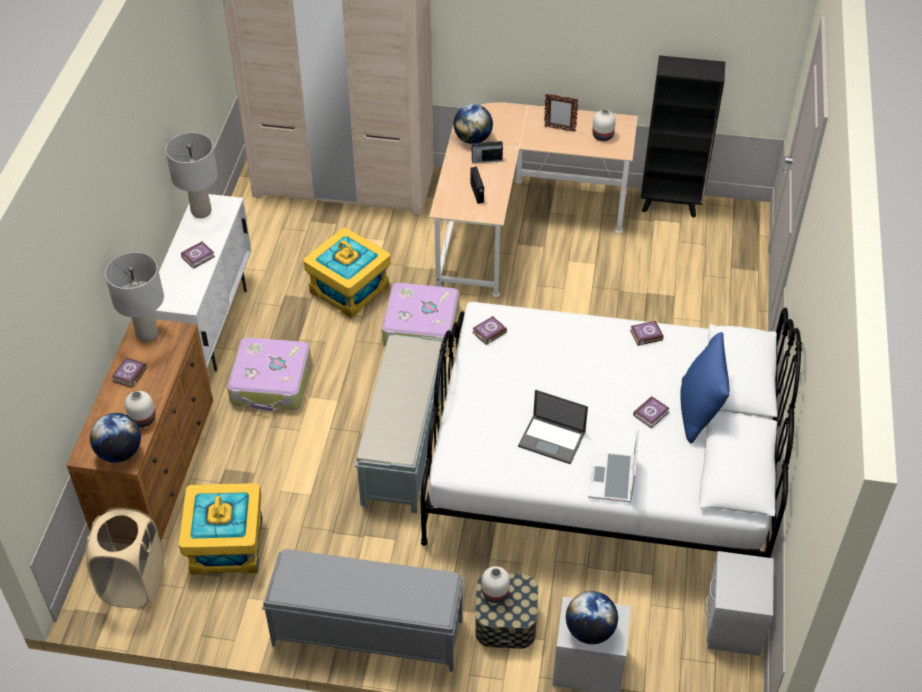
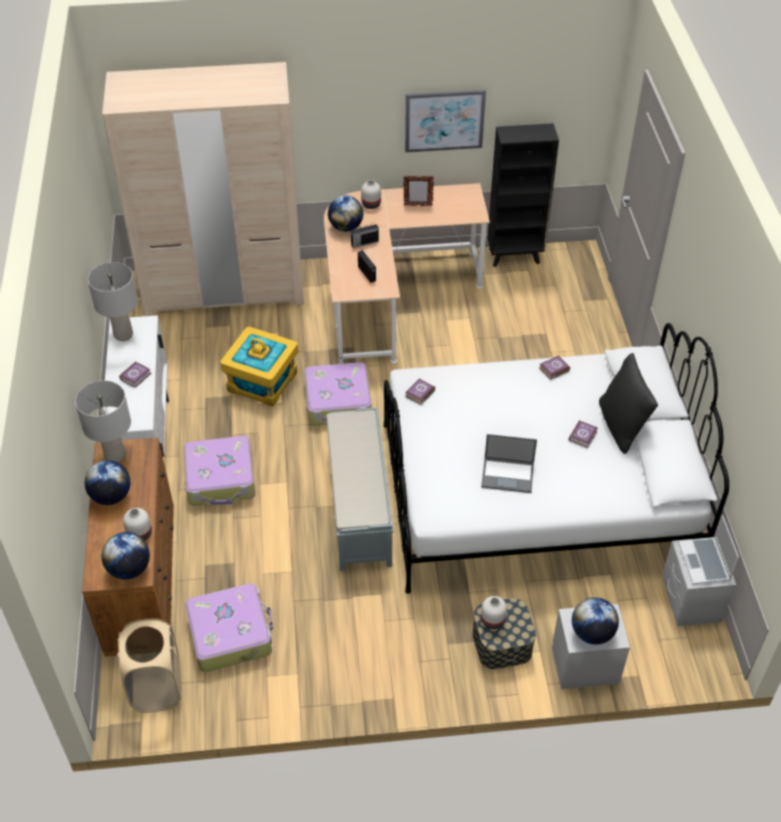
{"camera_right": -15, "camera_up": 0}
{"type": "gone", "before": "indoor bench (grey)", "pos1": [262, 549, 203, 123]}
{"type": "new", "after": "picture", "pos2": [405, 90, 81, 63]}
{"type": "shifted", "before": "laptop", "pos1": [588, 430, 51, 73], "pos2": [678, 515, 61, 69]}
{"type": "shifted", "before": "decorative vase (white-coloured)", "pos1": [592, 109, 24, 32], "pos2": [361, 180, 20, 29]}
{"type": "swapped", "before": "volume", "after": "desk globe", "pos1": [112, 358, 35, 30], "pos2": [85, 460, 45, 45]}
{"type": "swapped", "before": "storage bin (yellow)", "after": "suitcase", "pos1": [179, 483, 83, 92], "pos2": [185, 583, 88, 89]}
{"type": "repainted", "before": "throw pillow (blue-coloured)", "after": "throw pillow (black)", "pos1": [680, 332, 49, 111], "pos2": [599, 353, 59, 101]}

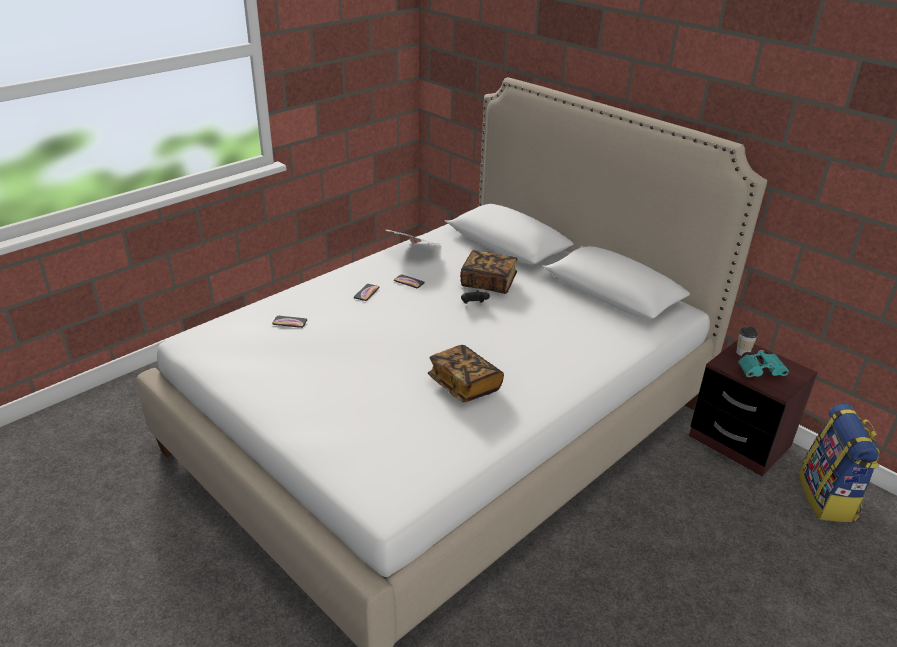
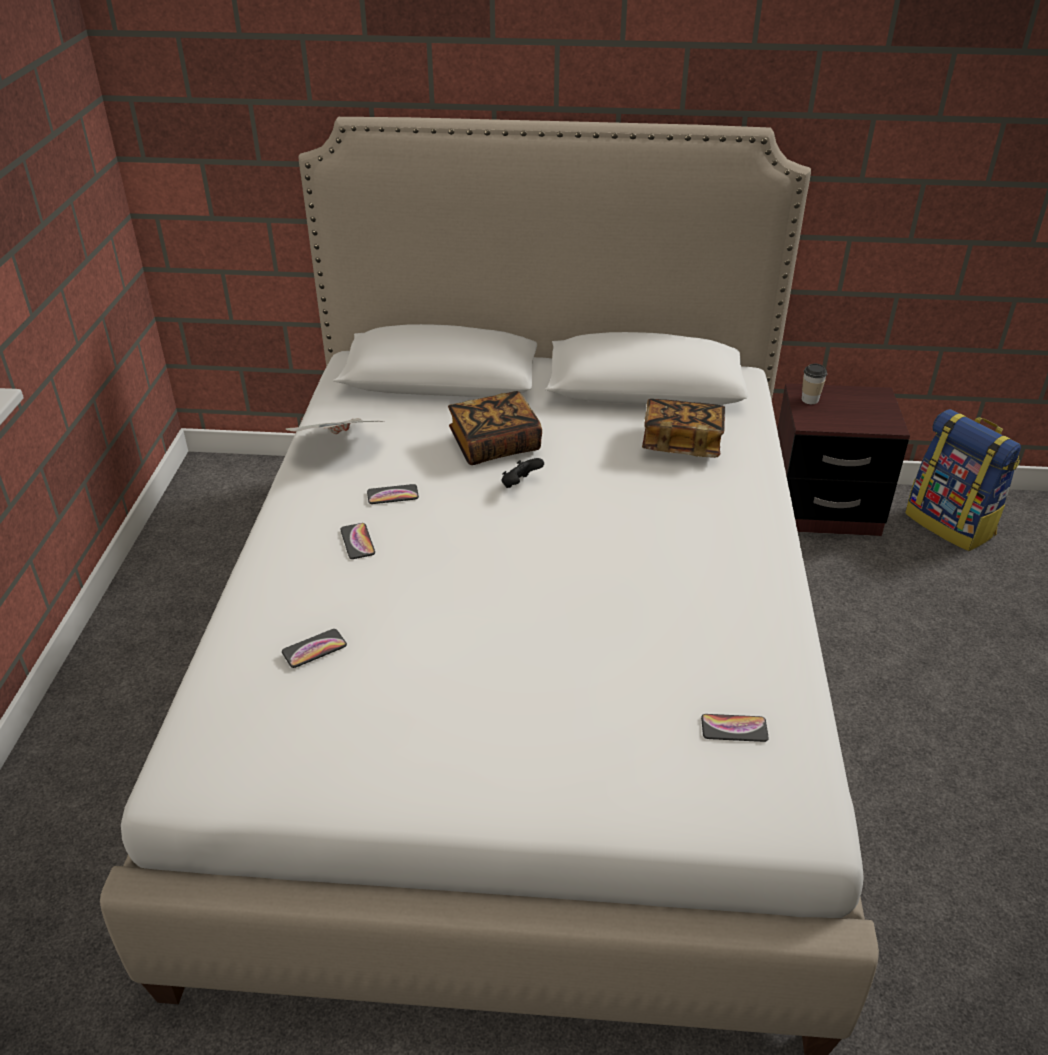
{"camera_right": -40, "camera_up": 5}
{"type": "gone", "before": "field glasses (blue-green)", "pos1": [738, 350, 51, 27]}
{"type": "new", "after": "telephone", "pos2": [701, 714, 68, 28]}
{"type": "shifted", "before": "volume", "pos1": [428, 345, 76, 57], "pos2": [642, 399, 83, 59]}

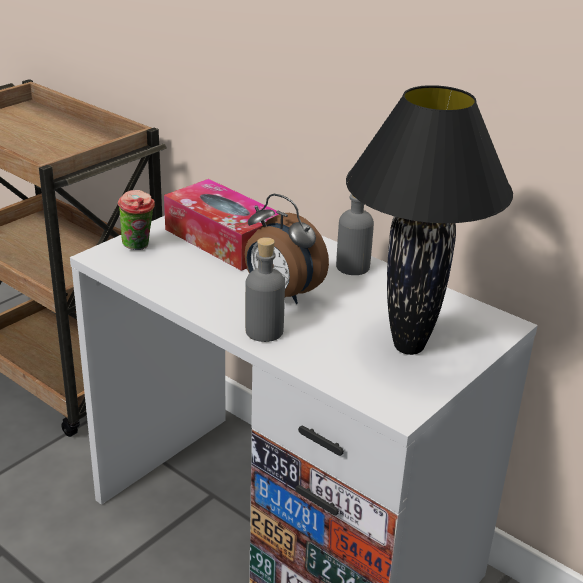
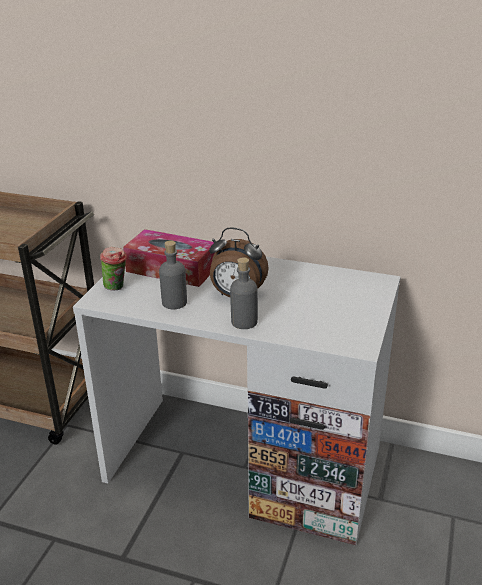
{"camera_right": -20, "camera_up": 0}
{"type": "gone", "before": "table lamp (black)", "pos1": [346, 85, 167, 270]}
{"type": "shifted", "before": "beverage bottle (grey)", "pos1": [336, 194, 38, 81], "pos2": [159, 240, 28, 69]}

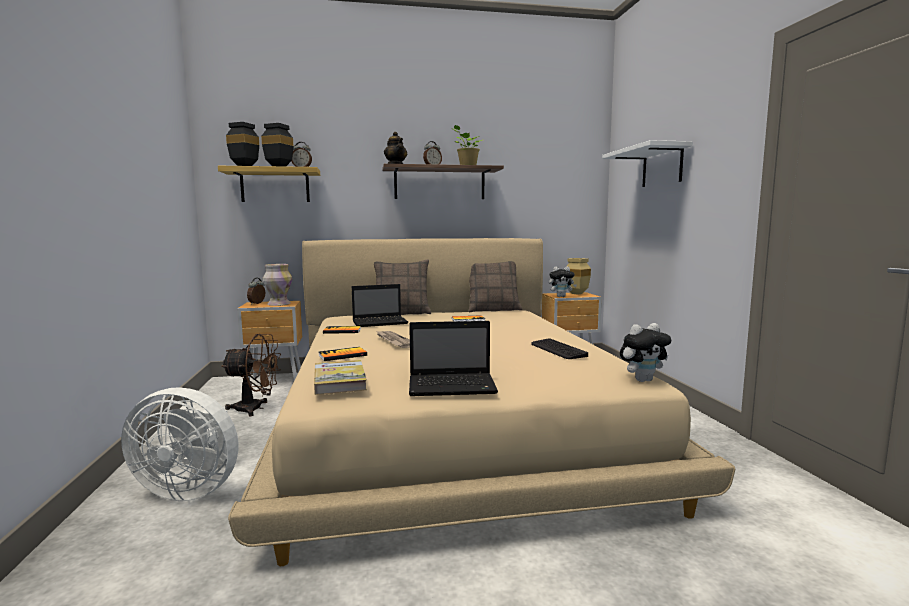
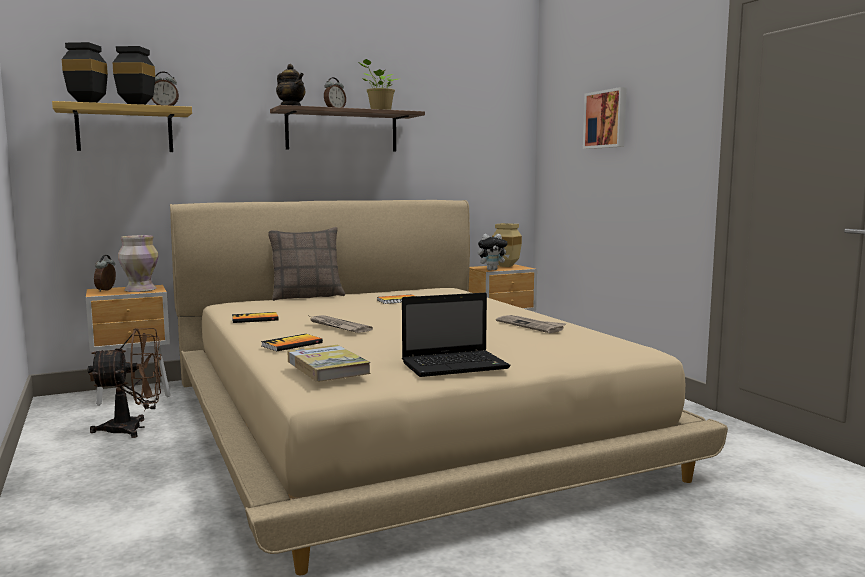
{"camera_right": -15, "camera_up": 0}
{"type": "gone", "before": "electric fan (white-coloured)", "pos1": [121, 387, 117, 114]}
{"type": "gone", "before": "laptop", "pos1": [352, 284, 56, 43]}
{"type": "gone", "before": "throw pillow", "pos1": [468, 261, 54, 52]}
{"type": "gone", "before": "plush toy", "pos1": [620, 323, 51, 59]}
{"type": "swapped", "before": "keyboard", "after": "newspaper", "pos1": [531, 338, 57, 21], "pos2": [496, 315, 71, 18]}
{"type": "swapped", "before": "bracket shelf (white-coloured)", "after": "picture", "pos1": [602, 140, 91, 47], "pos2": [583, 87, 44, 62]}

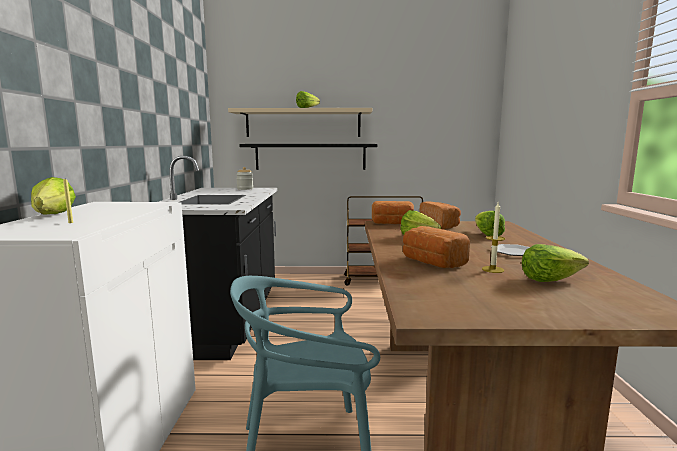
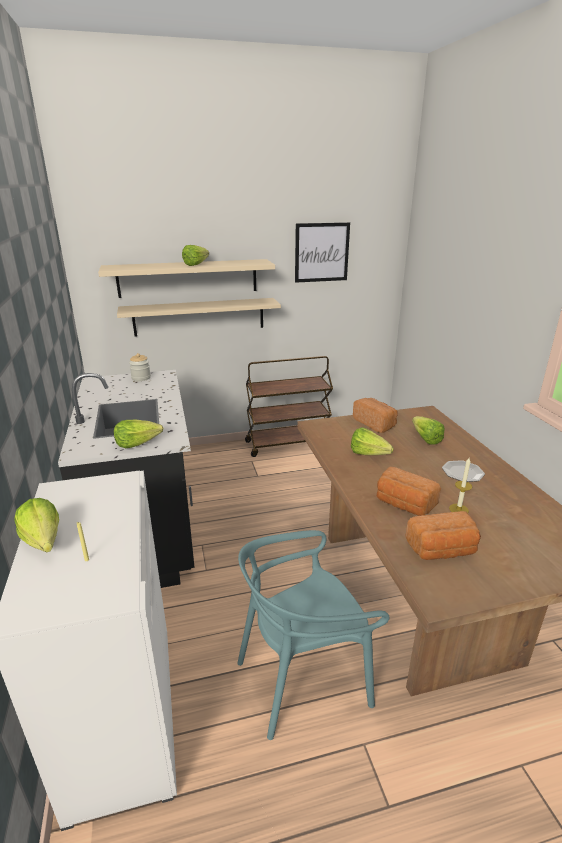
{"camera_right": -15, "camera_up": 15}
{"type": "new", "after": "picture", "pos2": [295, 222, 55, 61]}
{"type": "shifted", "before": "bread", "pos1": [372, 201, 42, 23], "pos2": [405, 511, 76, 49]}
{"type": "shifted", "before": "lettuce", "pos1": [522, 244, 67, 38], "pos2": [114, 420, 49, 28]}
{"type": "repainted", "before": "bracket shelf (black)", "after": "bracket shelf (beige-coloured)", "pos1": [239, 144, 138, 26], "pos2": [117, 298, 164, 39]}

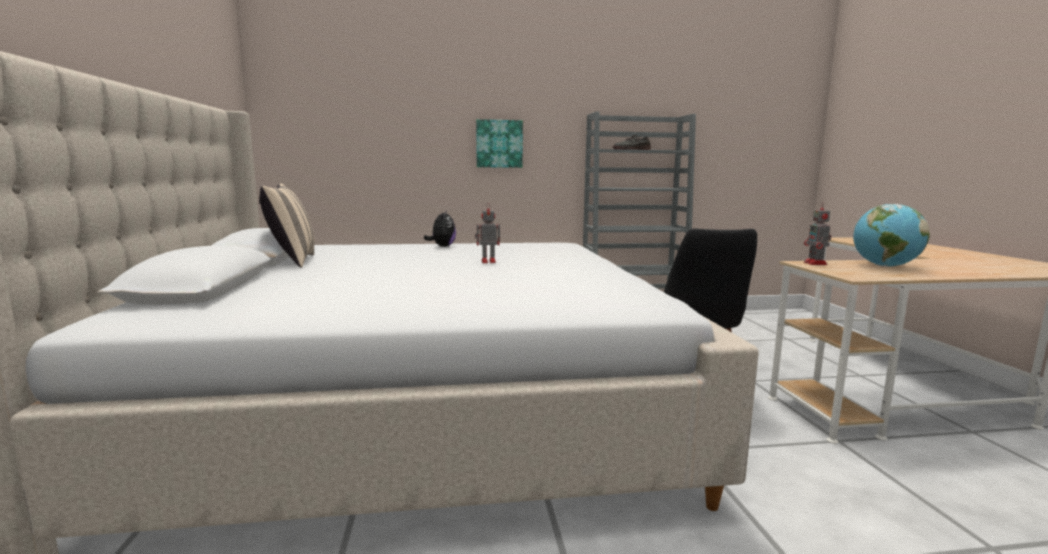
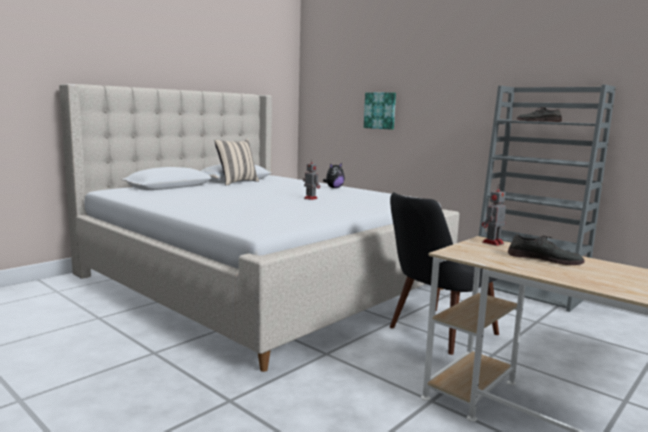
{"camera_right": 50, "camera_up": 0}
{"type": "shifted", "before": "picture", "pos1": [476, 119, 47, 49], "pos2": [364, 93, 32, 37]}
{"type": "swapped", "before": "desk globe", "after": "low shoe (grey)", "pos1": [853, 204, 77, 63], "pos2": [508, 234, 77, 31]}

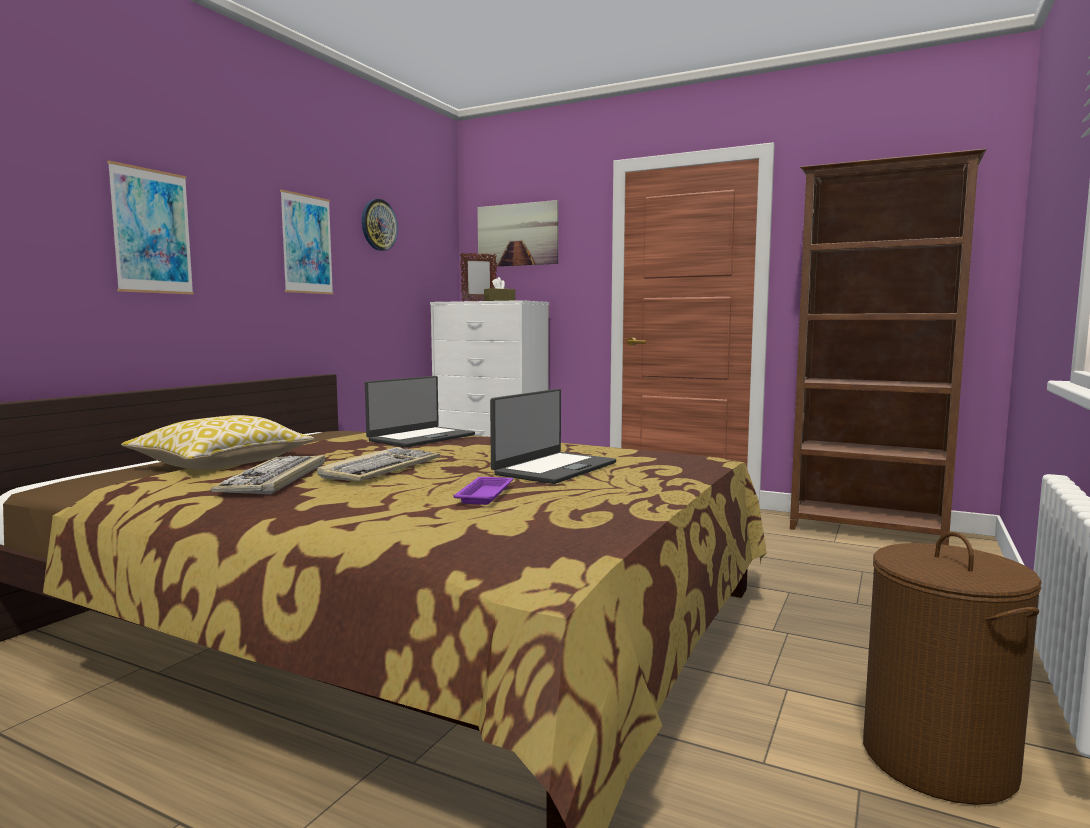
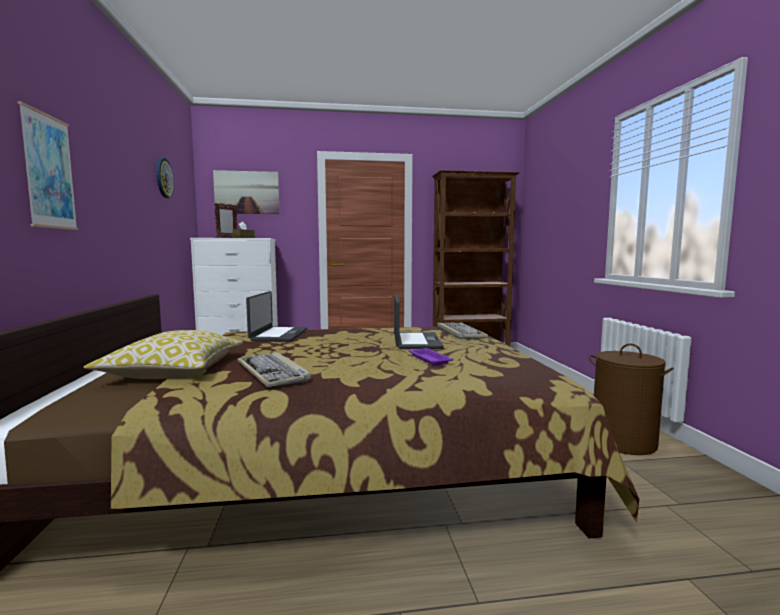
{"camera_right": -35, "camera_up": 0}
{"type": "gone", "before": "picture", "pos1": [280, 190, 54, 104]}
{"type": "shifted", "before": "keyboard", "pos1": [317, 447, 123, 34], "pos2": [437, 322, 51, 17]}

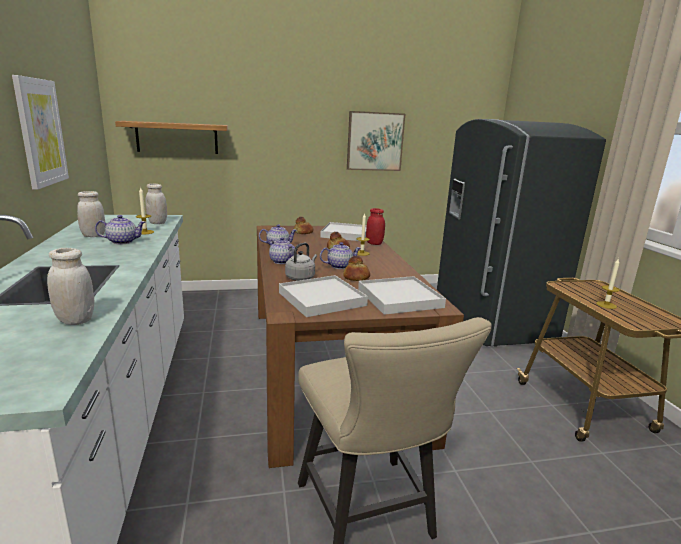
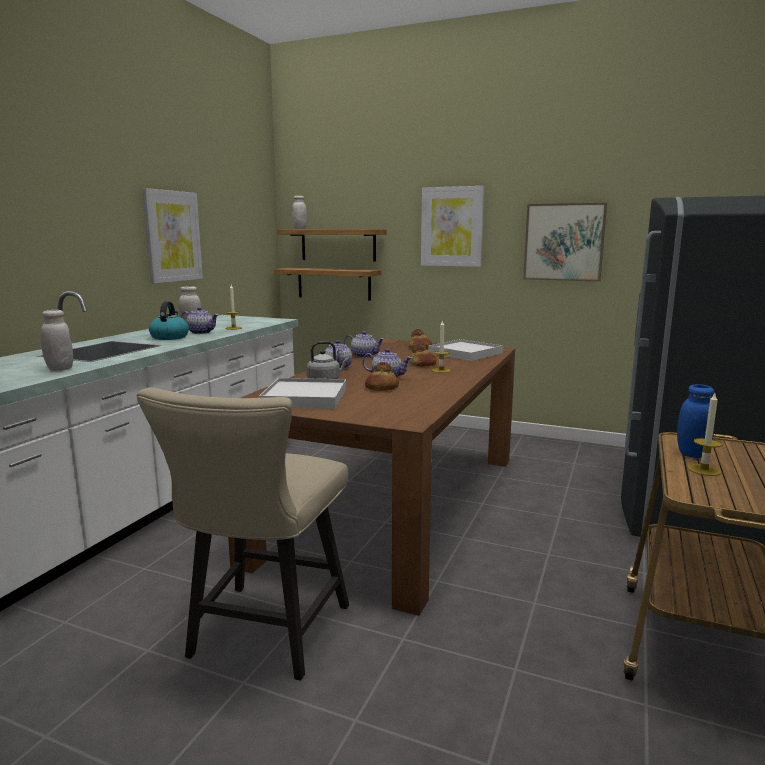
{"camera_right": 35, "camera_up": -5}
{"type": "gone", "before": "carrying tray (white-coloured)", "pos1": [358, 276, 88, 39]}
{"type": "gone", "before": "storage jar (red-coloured)", "pos1": [366, 208, 19, 37]}
{"type": "new", "after": "water kettle", "pos2": [149, 301, 40, 39]}
{"type": "new", "after": "bracket shelf", "pos2": [274, 268, 107, 33]}
{"type": "new", "after": "picture", "pos2": [421, 186, 63, 81]}
{"type": "new", "after": "storage jar (blue-coloured)", "pos2": [677, 384, 37, 74]}
{"type": "shifted", "before": "storage jar (white-coloured)", "pos1": [146, 183, 21, 41], "pos2": [292, 196, 15, 33]}

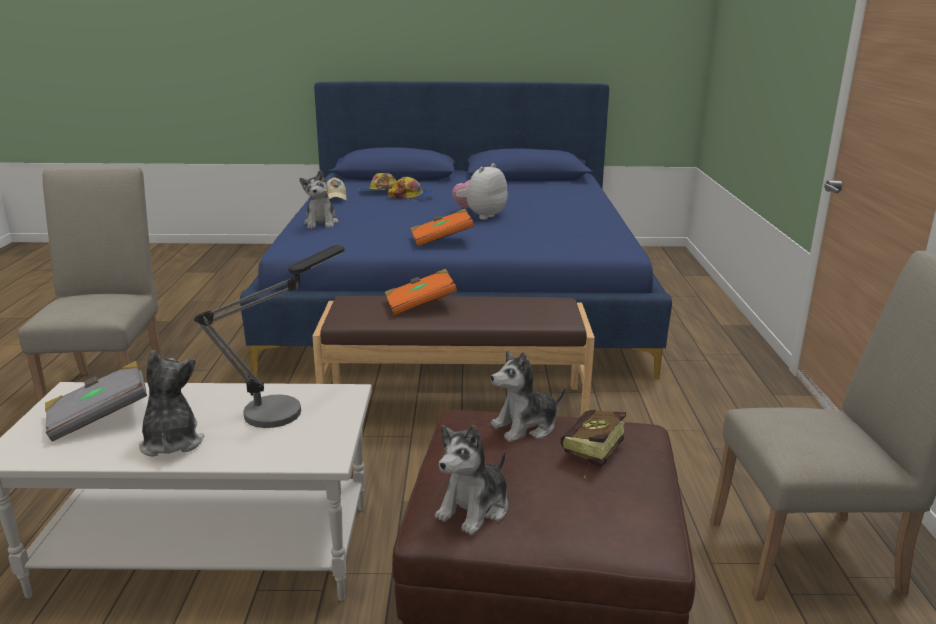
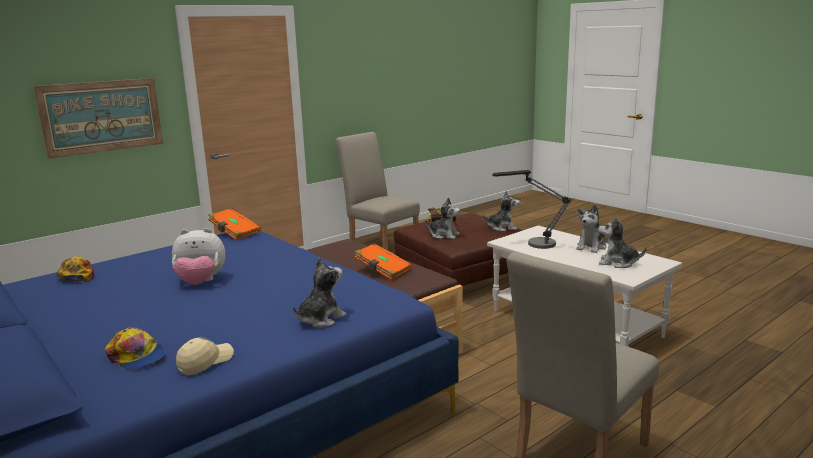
{"camera_right": -130, "camera_up": -5}
{"type": "new", "after": "picture", "pos2": [33, 78, 130, 81]}
{"type": "shifted", "before": "peaked cap", "pos1": [388, 177, 46, 23], "pos2": [56, 256, 38, 25]}
{"type": "shifted", "before": "volume (orangey)", "pos1": [410, 209, 64, 37], "pos2": [208, 208, 53, 32]}
{"type": "swapped", "before": "volume (grey)", "after": "plush toy", "pos1": [45, 361, 102, 81], "pos2": [598, 217, 49, 51]}

